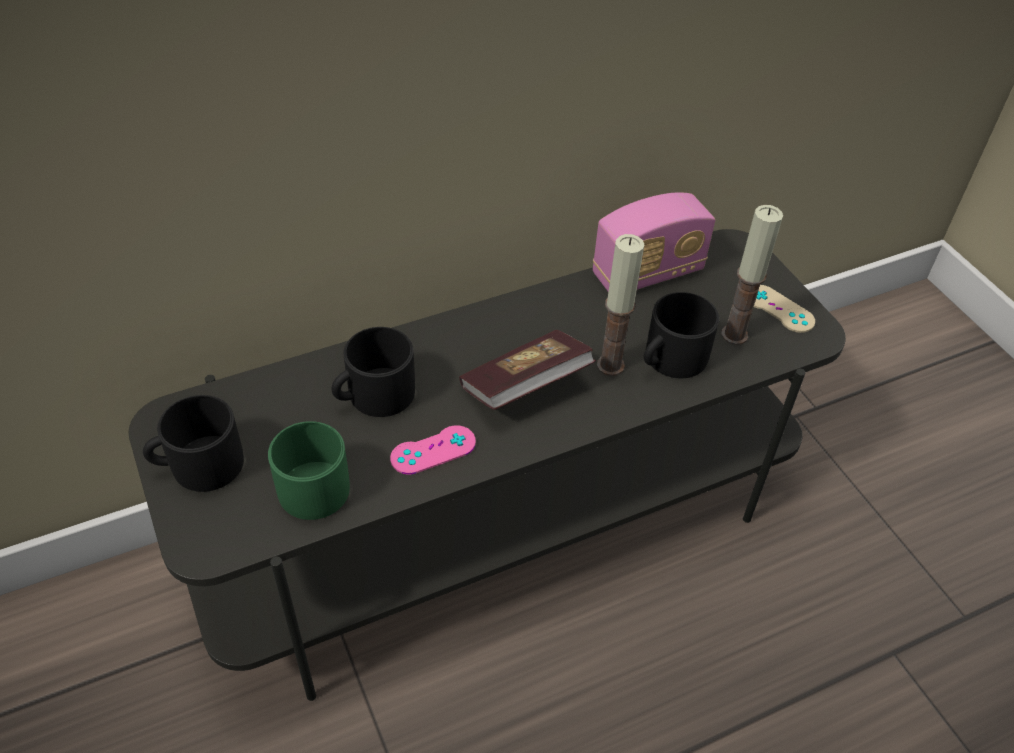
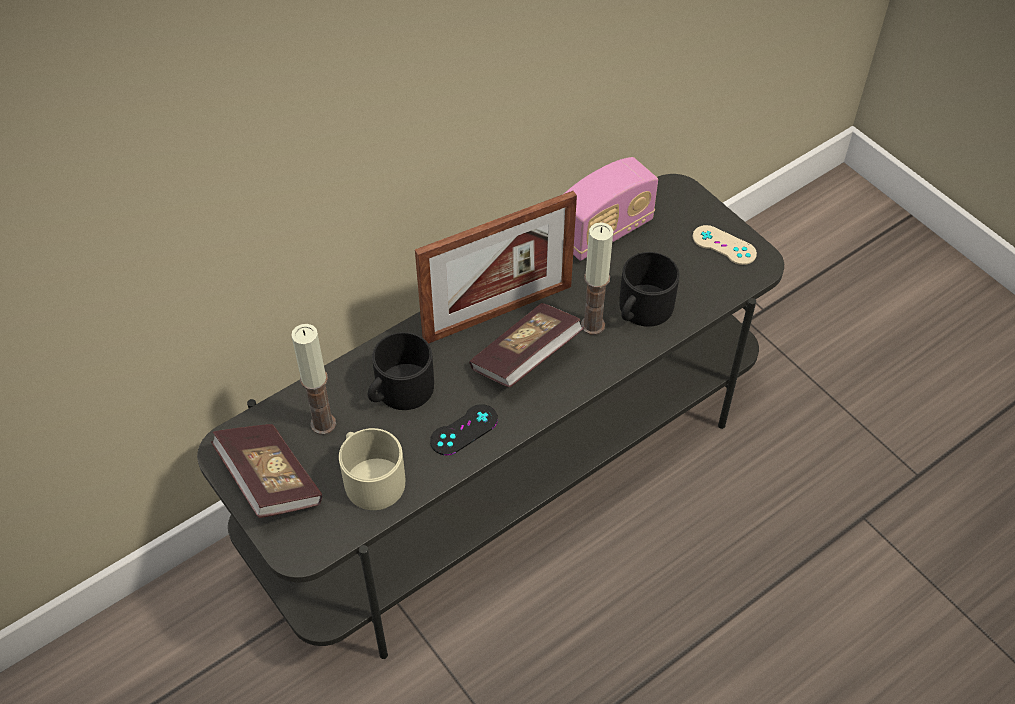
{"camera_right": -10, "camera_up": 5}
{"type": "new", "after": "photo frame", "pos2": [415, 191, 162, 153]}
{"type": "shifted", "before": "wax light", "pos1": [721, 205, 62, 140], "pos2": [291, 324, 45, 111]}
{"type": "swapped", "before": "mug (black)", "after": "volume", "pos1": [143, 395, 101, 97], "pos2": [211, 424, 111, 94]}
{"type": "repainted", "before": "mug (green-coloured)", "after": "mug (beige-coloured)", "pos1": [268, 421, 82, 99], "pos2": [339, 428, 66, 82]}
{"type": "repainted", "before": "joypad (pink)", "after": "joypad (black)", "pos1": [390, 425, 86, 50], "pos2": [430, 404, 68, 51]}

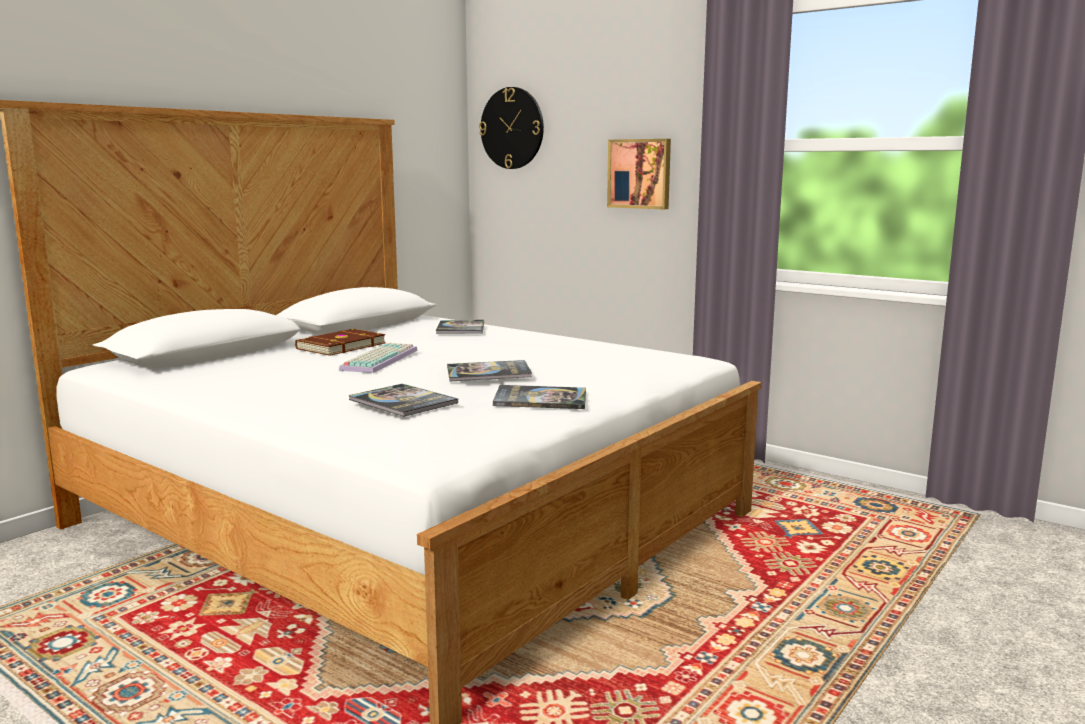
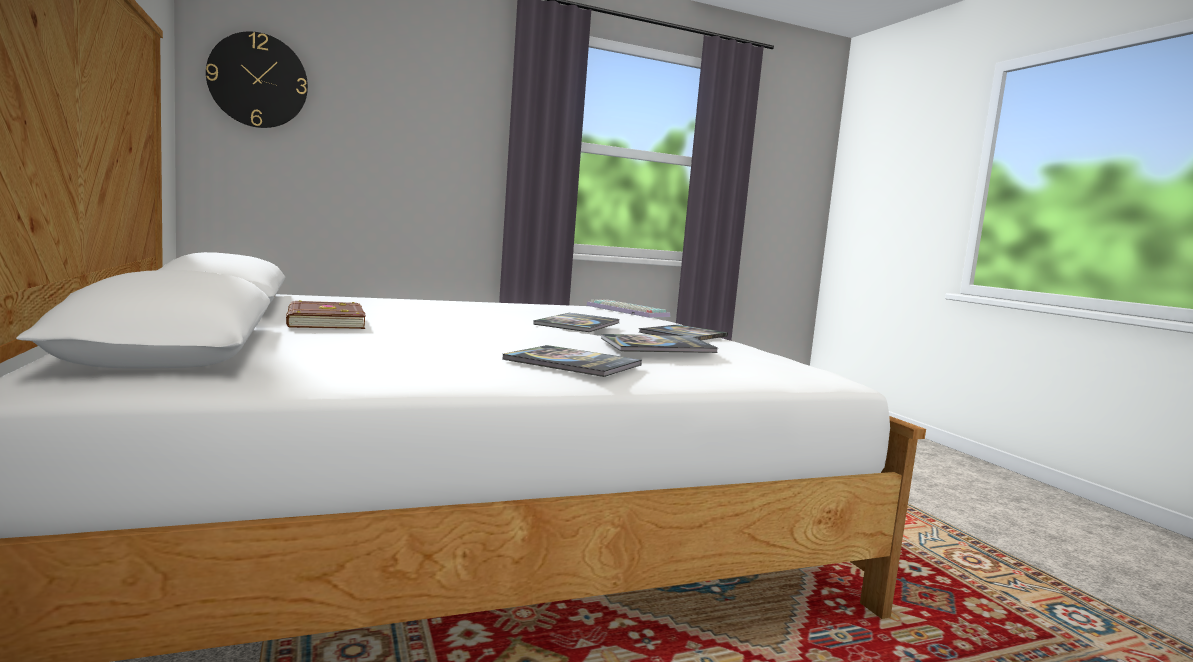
{"camera_right": -60, "camera_up": -5}
{"type": "gone", "before": "picture", "pos1": [607, 139, 64, 70]}
{"type": "shifted", "before": "keyboard", "pos1": [339, 343, 79, 30], "pos2": [586, 300, 84, 18]}
{"type": "shifted", "before": "volume", "pos1": [436, 320, 48, 14], "pos2": [502, 345, 140, 32]}

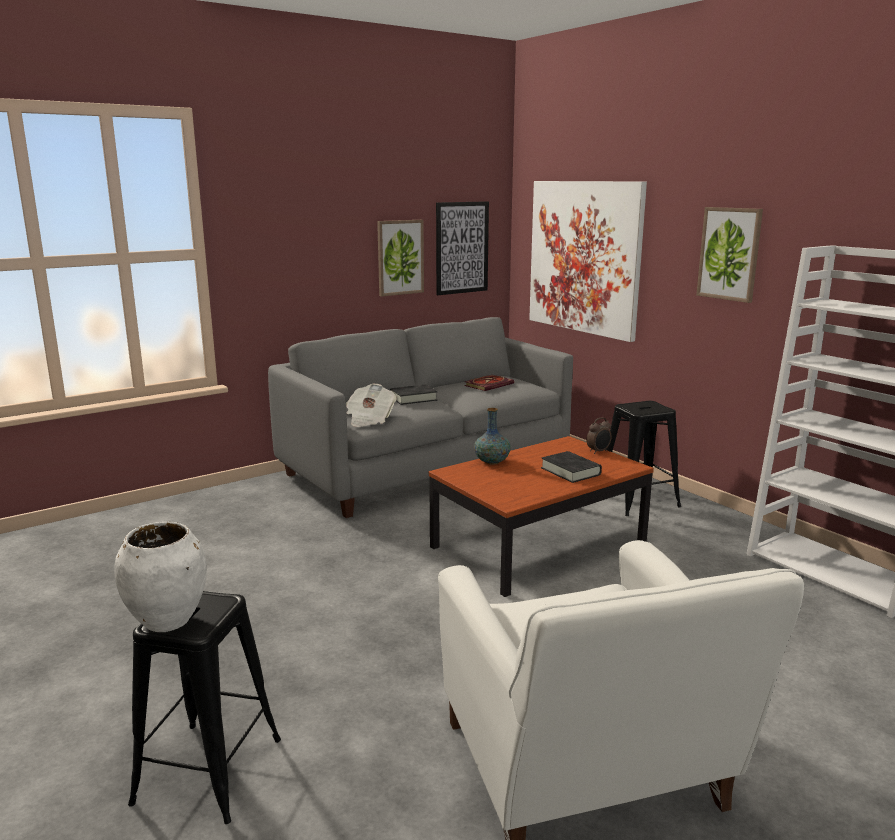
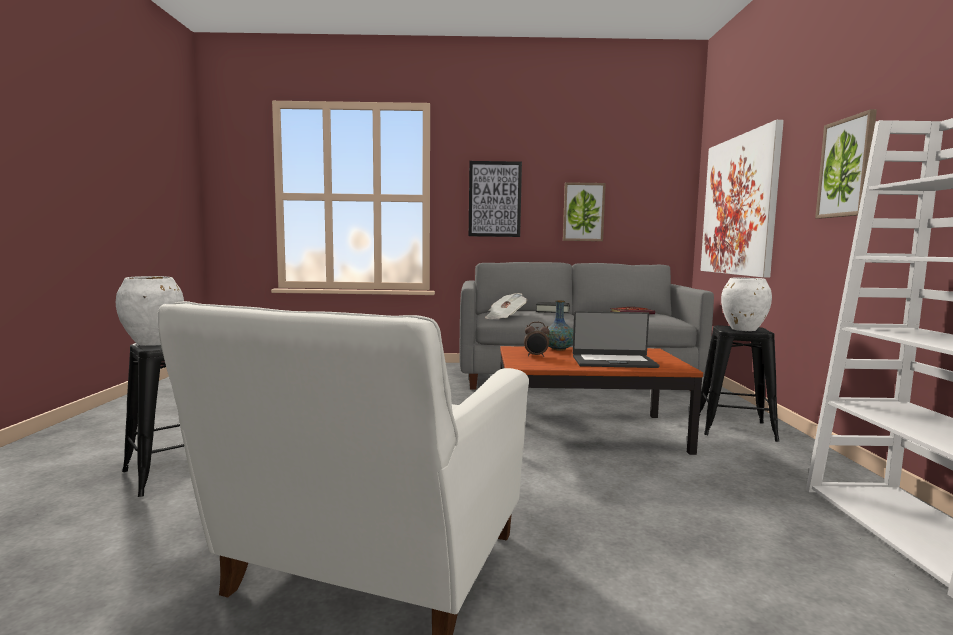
{"camera_right": 35, "camera_up": -10}
{"type": "new", "after": "decorative vase (white-coloured)", "pos2": [721, 277, 51, 54]}
{"type": "shifted", "before": "picture", "pos1": [436, 201, 53, 94], "pos2": [469, 161, 53, 76]}
{"type": "shifted", "before": "table clock", "pos1": [586, 417, 26, 37], "pos2": [524, 322, 26, 35]}
{"type": "swapped", "before": "volume (black)", "after": "laptop", "pos1": [541, 451, 61, 32], "pos2": [573, 311, 87, 57]}

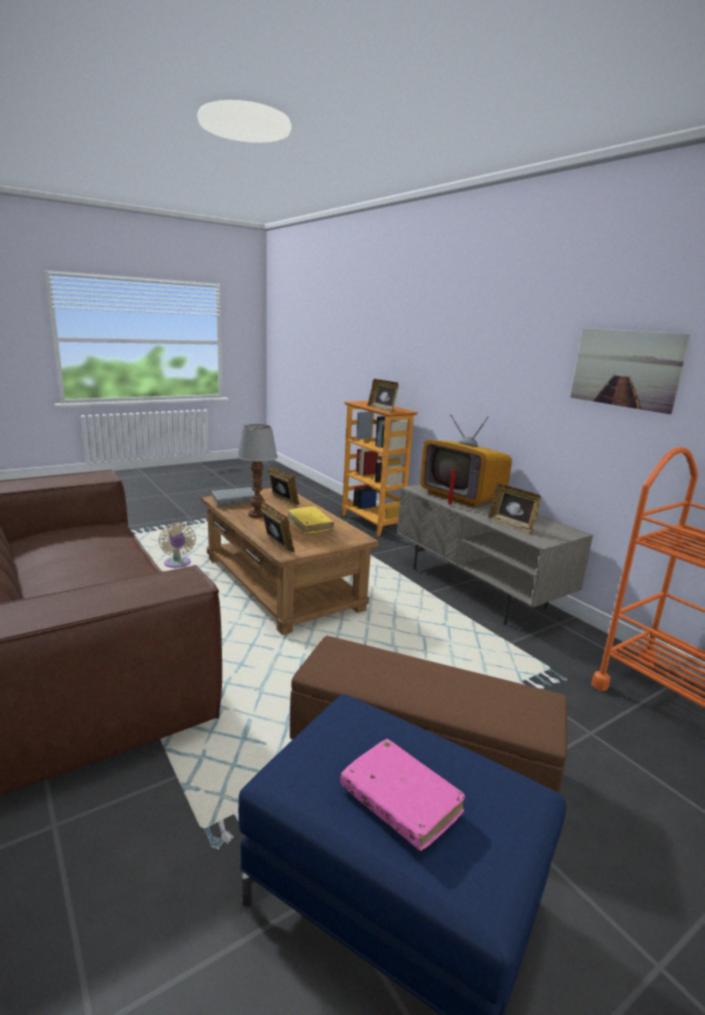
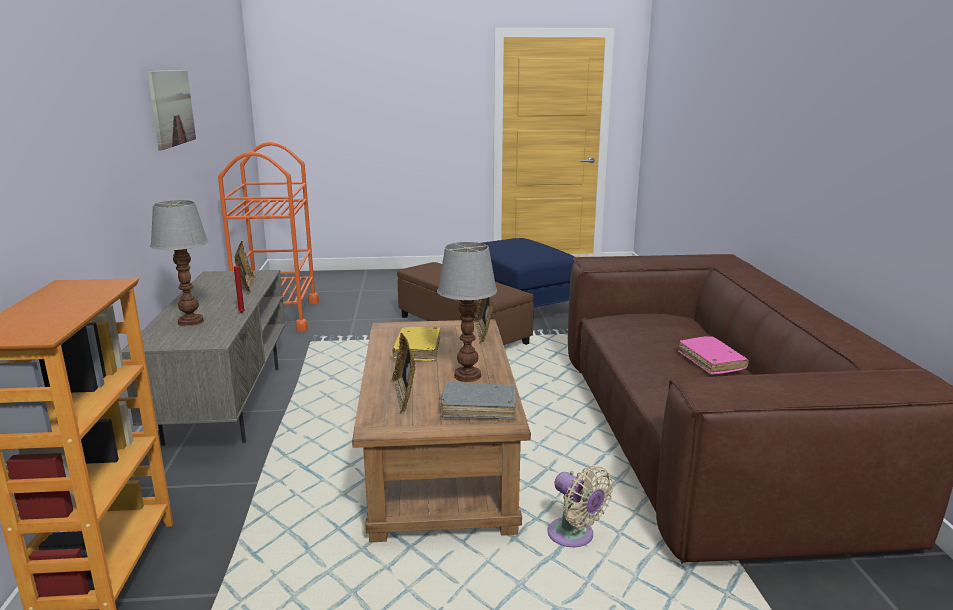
{"camera_right": -150, "camera_up": 0}
{"type": "gone", "before": "photo frame", "pos1": [368, 379, 31, 33]}
{"type": "shifted", "before": "volume (pink)", "pos1": [341, 739, 124, 112], "pos2": [678, 336, 71, 39]}
{"type": "swapped", "before": "TV set", "after": "table lamp", "pos1": [420, 415, 92, 92], "pos2": [150, 200, 58, 126]}
{"type": "rotated", "before": "electric fan (beige-coloured)", "pos1": [159, 523, 37, 45], "pos2": [547, 466, 66, 81], "turn": 135}

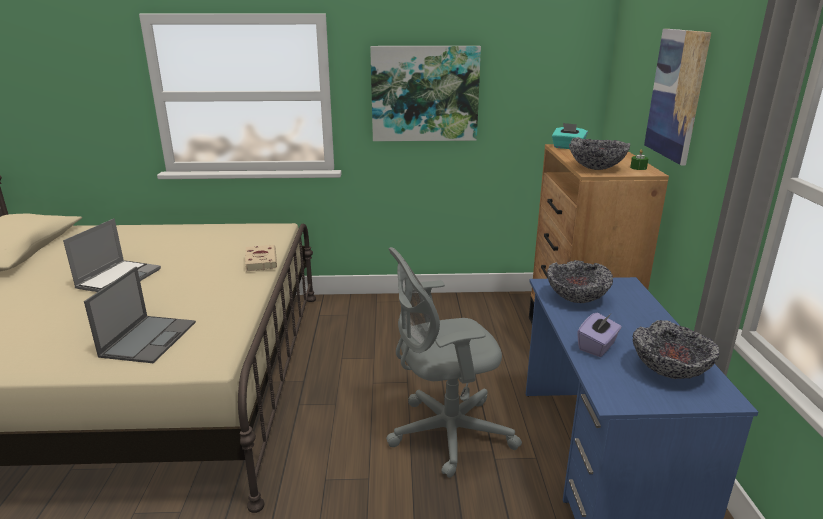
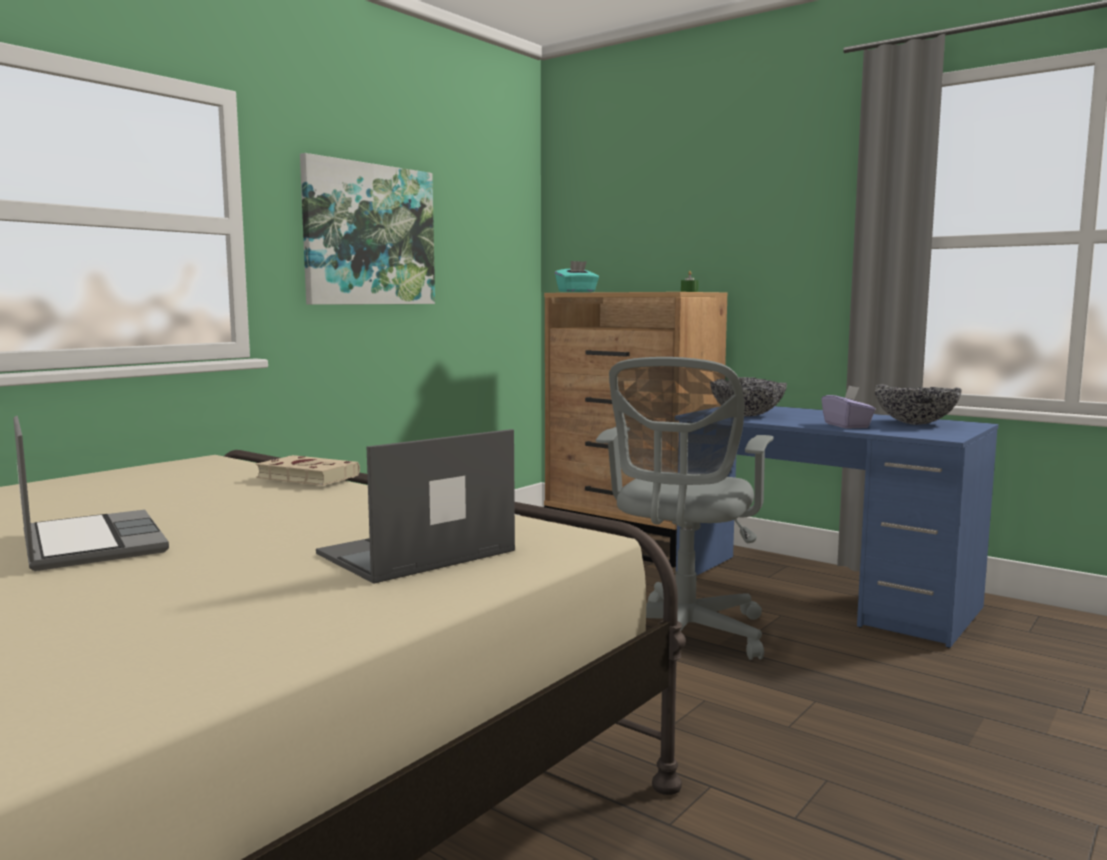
{"camera_right": -50, "camera_up": -15}
{"type": "gone", "before": "serving bowl", "pos1": [569, 137, 61, 33]}
{"type": "gone", "before": "picture", "pos1": [644, 29, 67, 136]}
{"type": "rotated", "before": "laptop", "pos1": [84, 267, 112, 96], "pos2": [316, 429, 199, 155], "turn": -90}

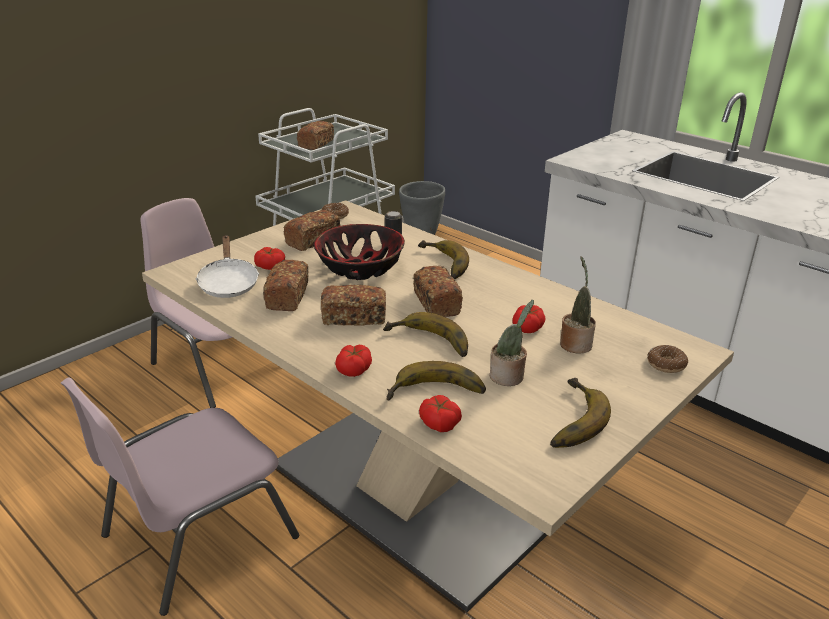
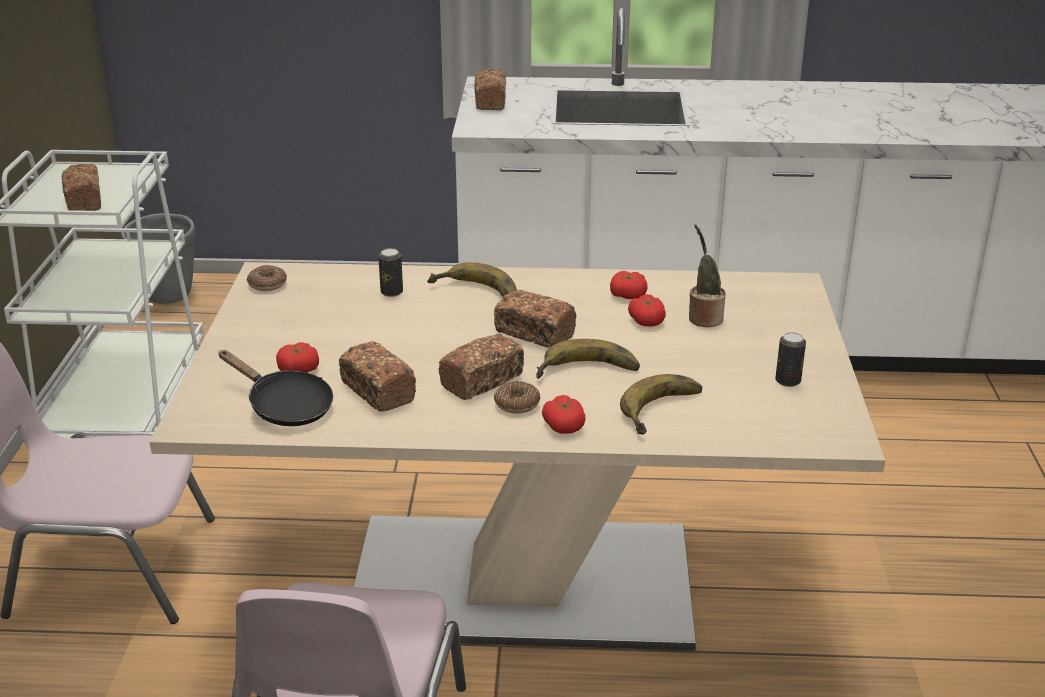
{"camera_right": -40, "camera_up": 0}
{"type": "gone", "before": "serving bowl", "pos1": [314, 224, 91, 56]}
{"type": "gone", "before": "potted plant", "pos1": [490, 300, 44, 86]}
{"type": "shifted", "before": "bread", "pos1": [284, 210, 56, 41], "pos2": [474, 69, 32, 41]}
{"type": "shifted", "before": "whole tomato", "pos1": [419, 395, 43, 37], "pos2": [610, 271, 38, 28]}
{"type": "shifted", "before": "doughnut", "pos1": [647, 345, 41, 28], "pos2": [494, 381, 46, 33]}
{"type": "swapped", "before": "whole banana", "after": "can", "pos1": [550, 378, 61, 70], "pos2": [775, 332, 31, 55]}
{"type": "repainted", "before": "pan (white-coloured)", "after": "pan (black)", "pos1": [195, 235, 64, 63], "pos2": [218, 350, 115, 76]}

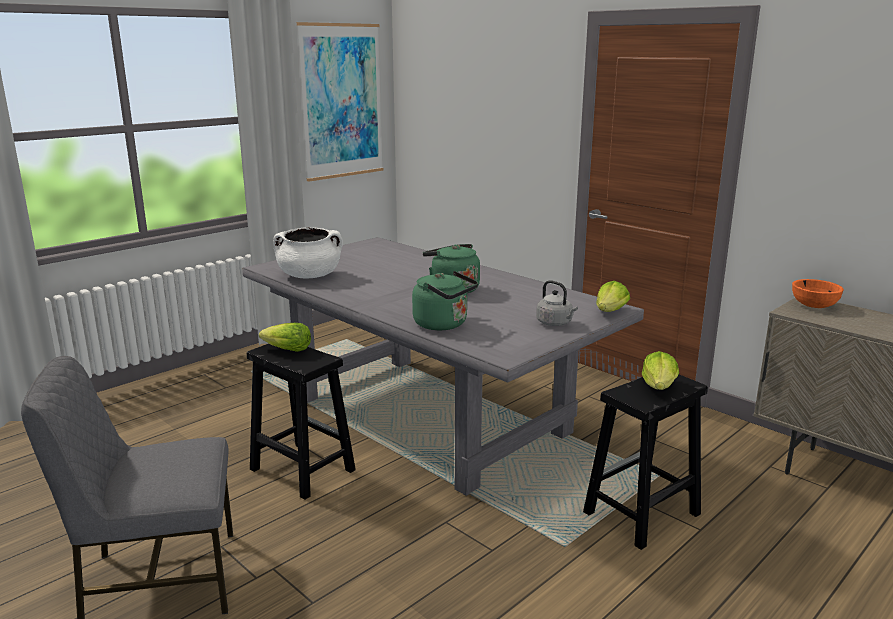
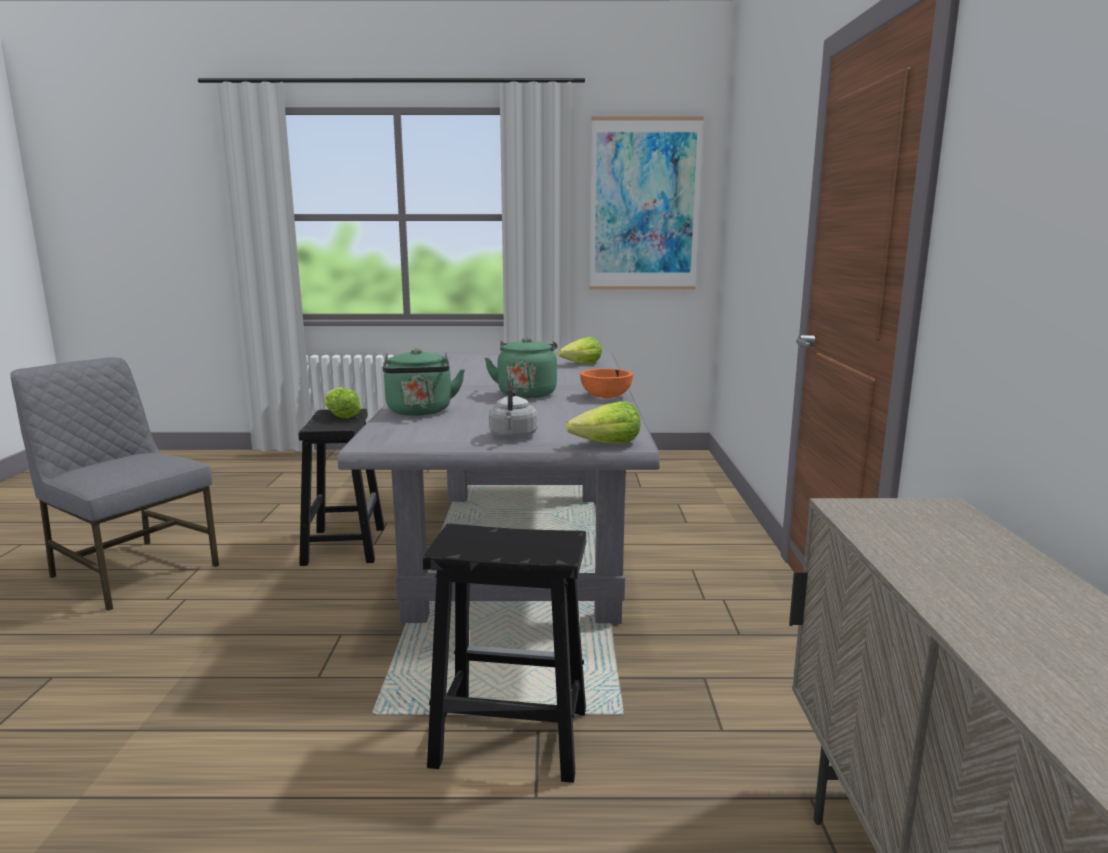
{"camera_right": 45, "camera_up": -5}
{"type": "gone", "before": "saucepot (white-coloured)", "pos1": [273, 227, 70, 51]}
{"type": "shifted", "before": "lettuce", "pos1": [642, 351, 37, 39], "pos2": [558, 337, 44, 26]}
{"type": "shifted", "before": "serving bowl (orangey)", "pos1": [792, 279, 52, 29], "pos2": [580, 368, 53, 30]}

